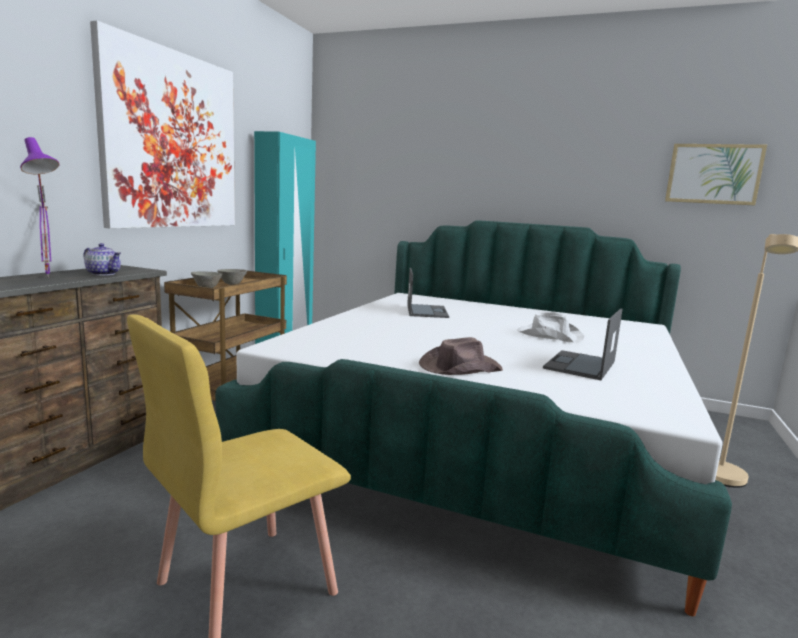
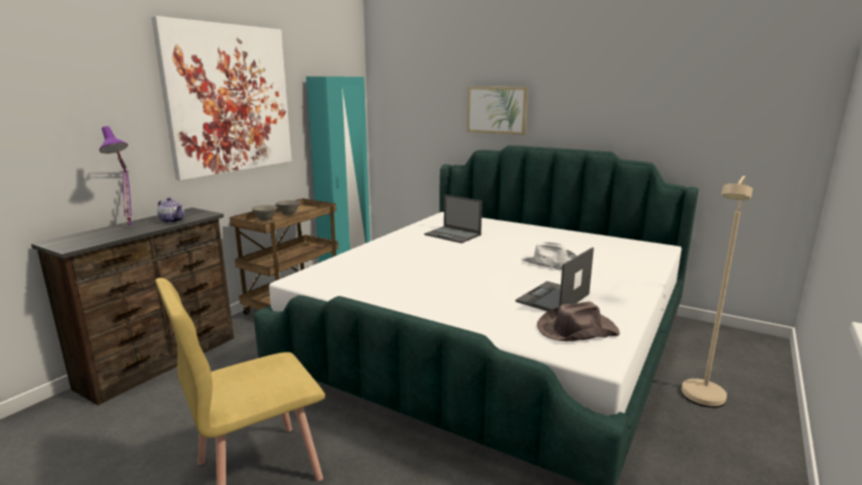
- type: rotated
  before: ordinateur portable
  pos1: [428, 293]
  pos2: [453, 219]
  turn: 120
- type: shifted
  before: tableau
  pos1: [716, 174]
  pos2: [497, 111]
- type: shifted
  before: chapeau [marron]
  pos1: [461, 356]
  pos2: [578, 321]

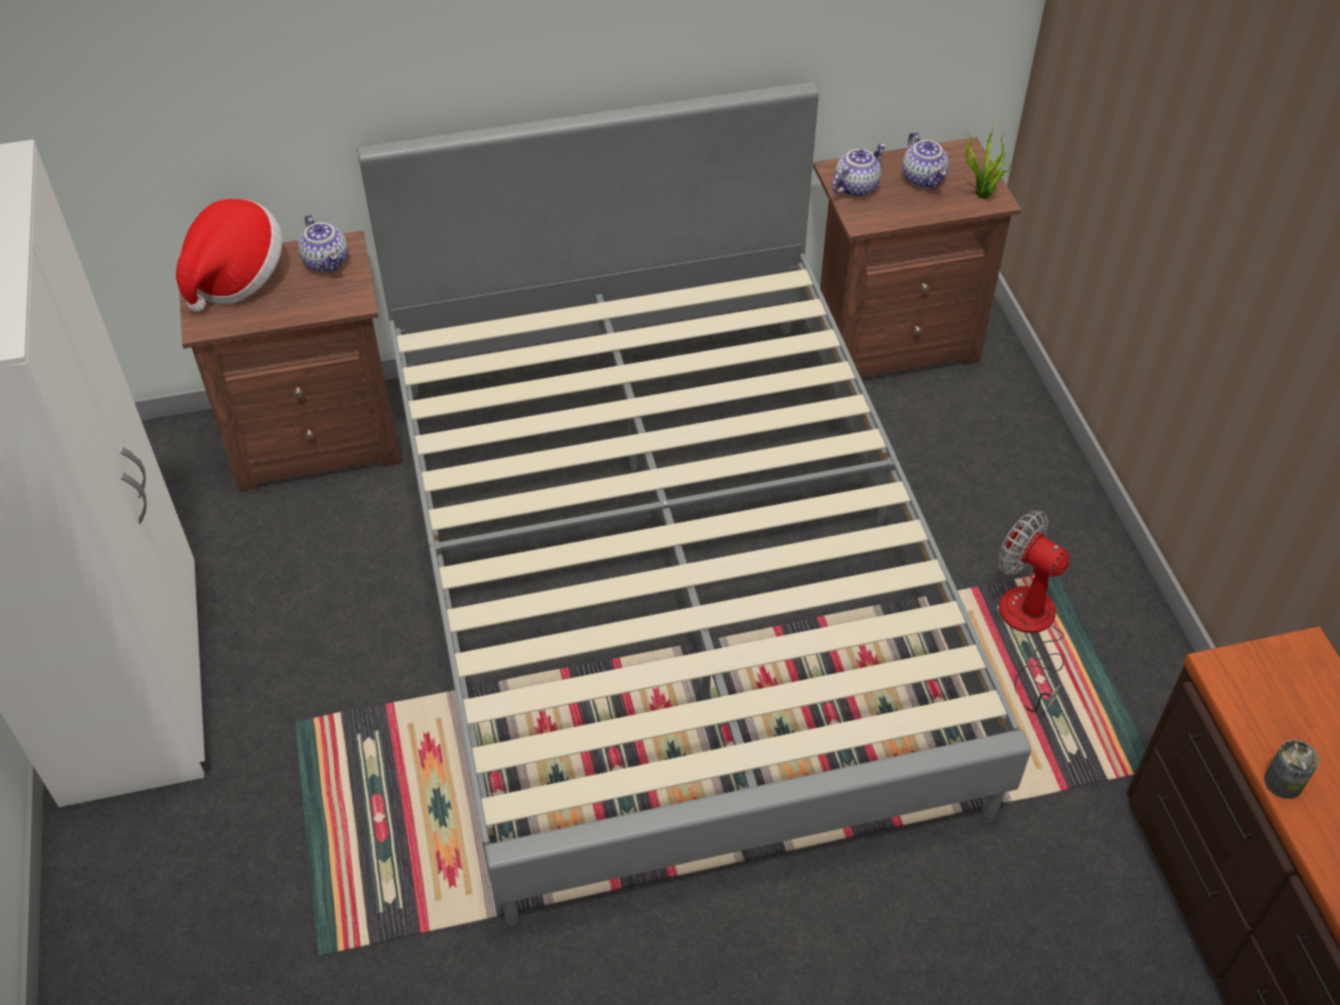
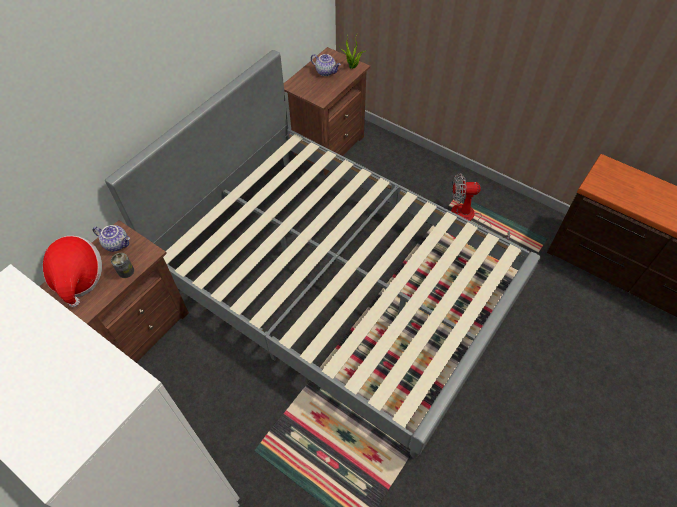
- type: shifted
  before: boîte métallique
  pos1: [1291, 769]
  pos2: [122, 265]
- type: gone
  before: théière
  pos1: [859, 170]

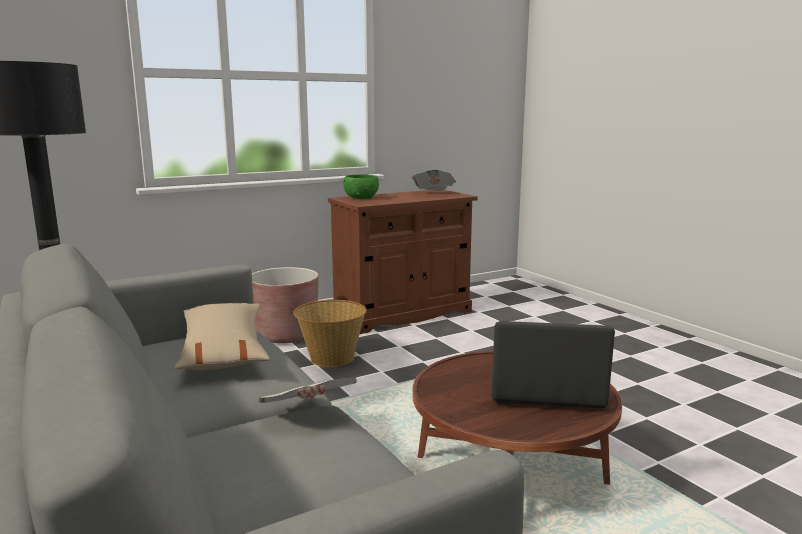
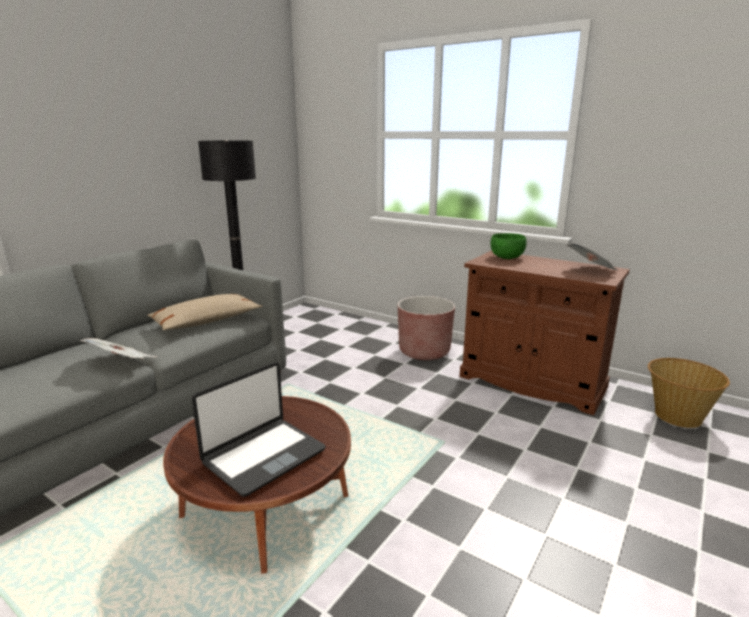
- type: rotated
  before: ordinateur portable
  pos1: [553, 364]
  pos2: [259, 429]
  turn: 60
- type: shifted
  before: panier
  pos1: [330, 333]
  pos2: [689, 393]

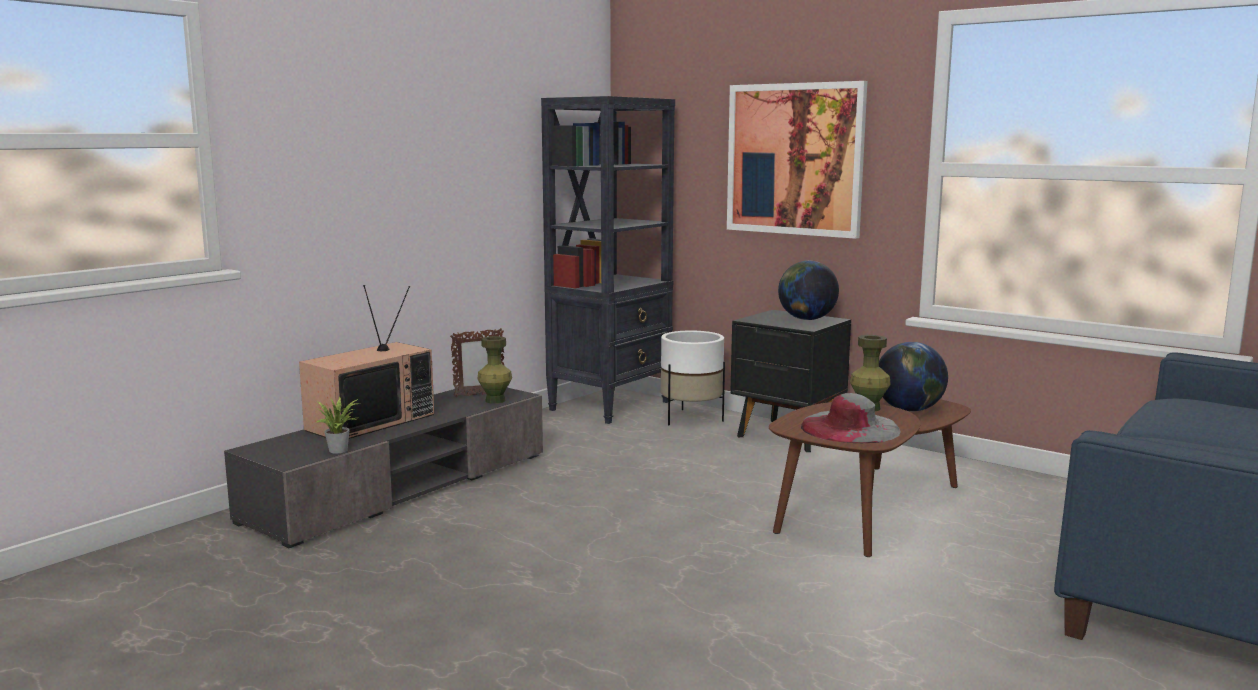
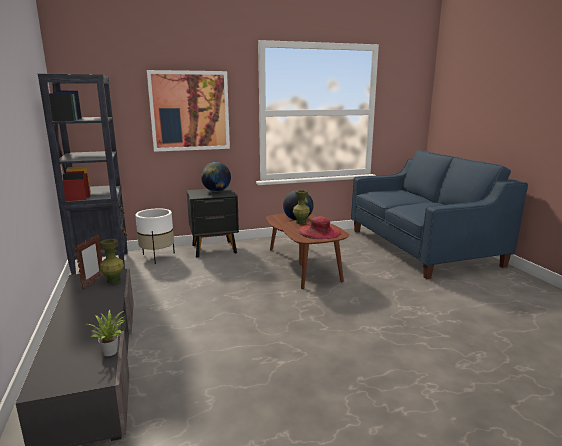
- type: repainted
  before: chapeau [gris]
  after: chapeau [rouge]
  pos1: [851, 418]
  pos2: [320, 227]
- type: gone
  before: téléviseur
  pos1: [366, 362]

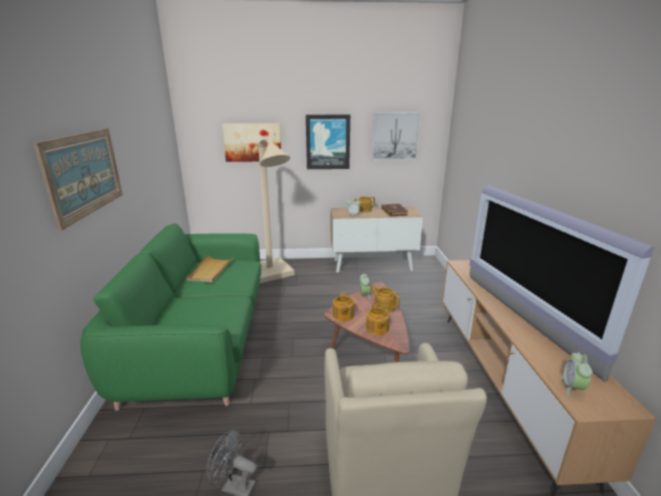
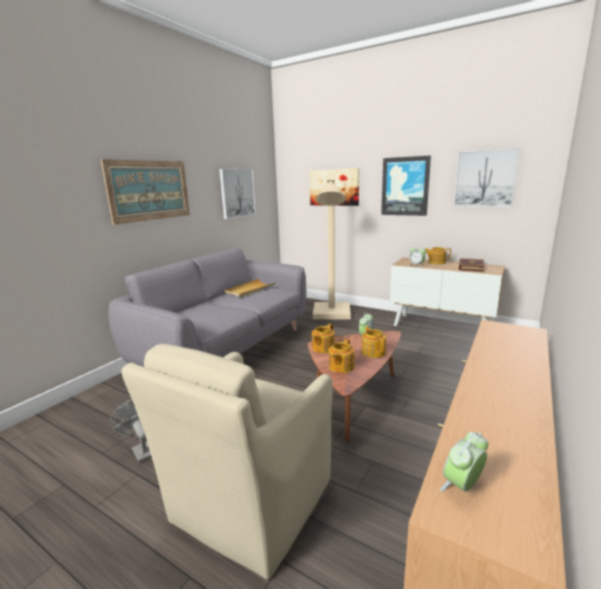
- type: repainted
  before: canapé [vert]
  after: canapé [gris]
  pos1: [170, 317]
  pos2: [207, 307]
- type: new
  after: tableau
  pos2: [237, 194]
- type: gone
  before: téléviseur
  pos1: [562, 283]

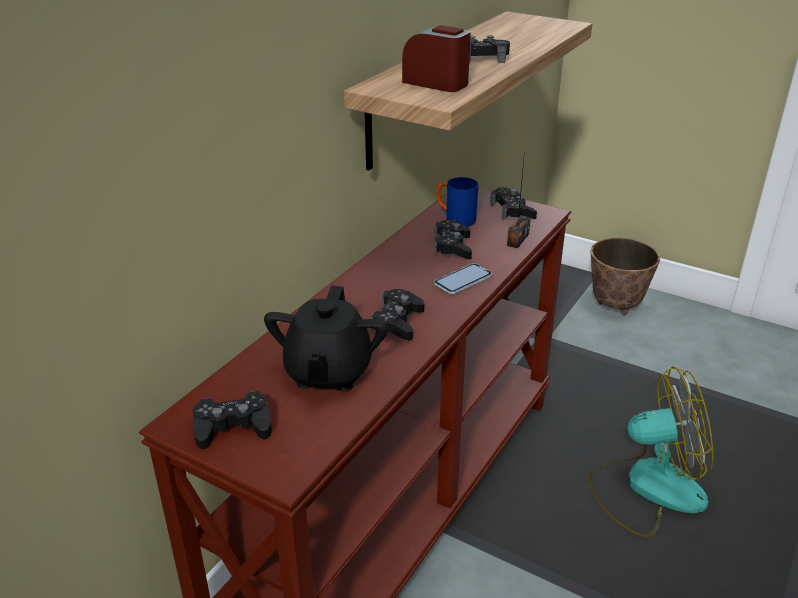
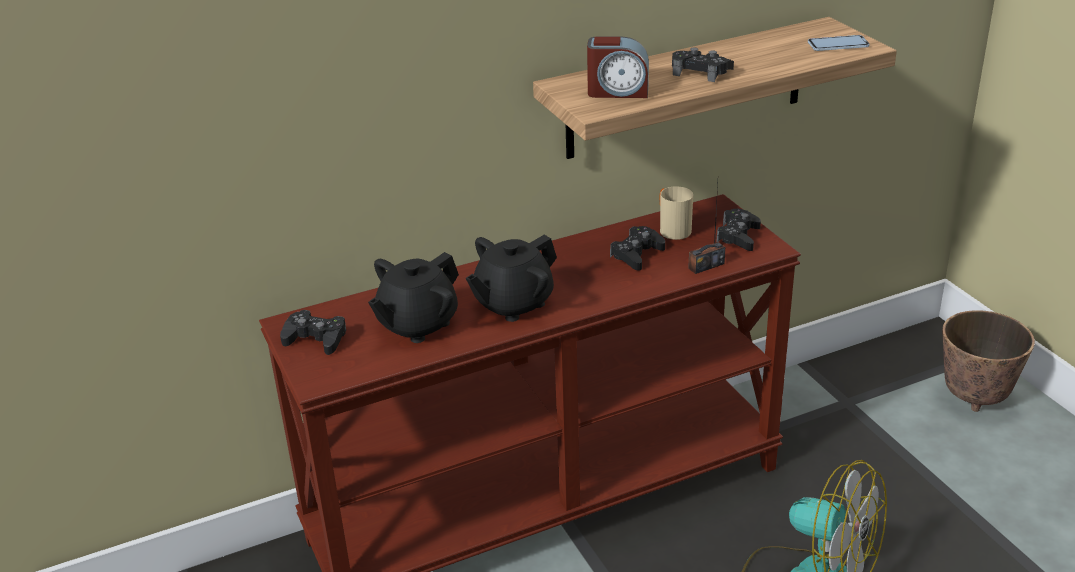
- type: swapped
  before: manette [noir]
  after: théière [noir]
  pos1: [397, 314]
  pos2: [511, 278]
- type: rotated
  before: réveil
  pos1: [436, 58]
  pos2: [618, 67]
  turn: 120
- type: repainted
  before: mug [bleu]
  after: mug [beige]
  pos1: [458, 202]
  pos2: [676, 213]
- type: shifted
  before: téléphone
  pos1: [463, 278]
  pos2: [839, 43]

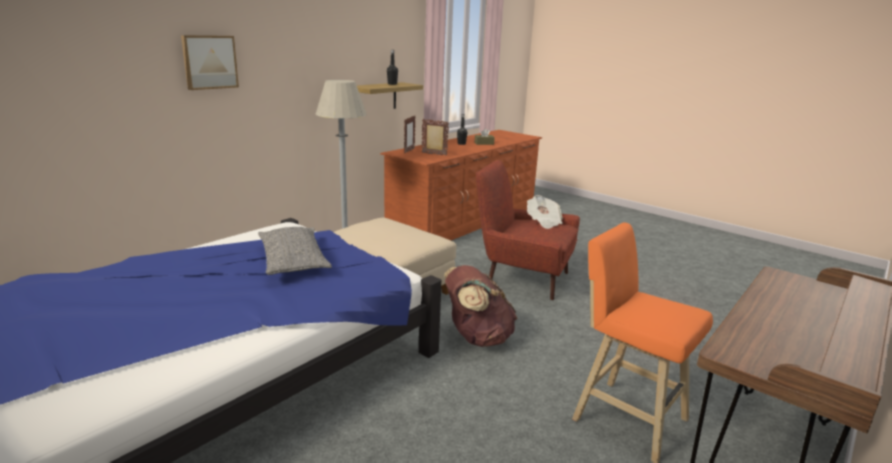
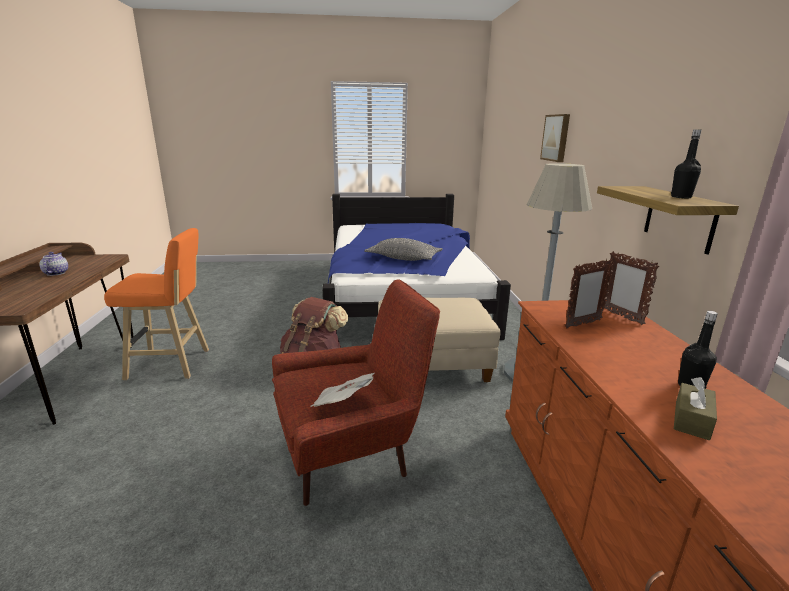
- type: new
  after: théière
  pos2: [53, 264]

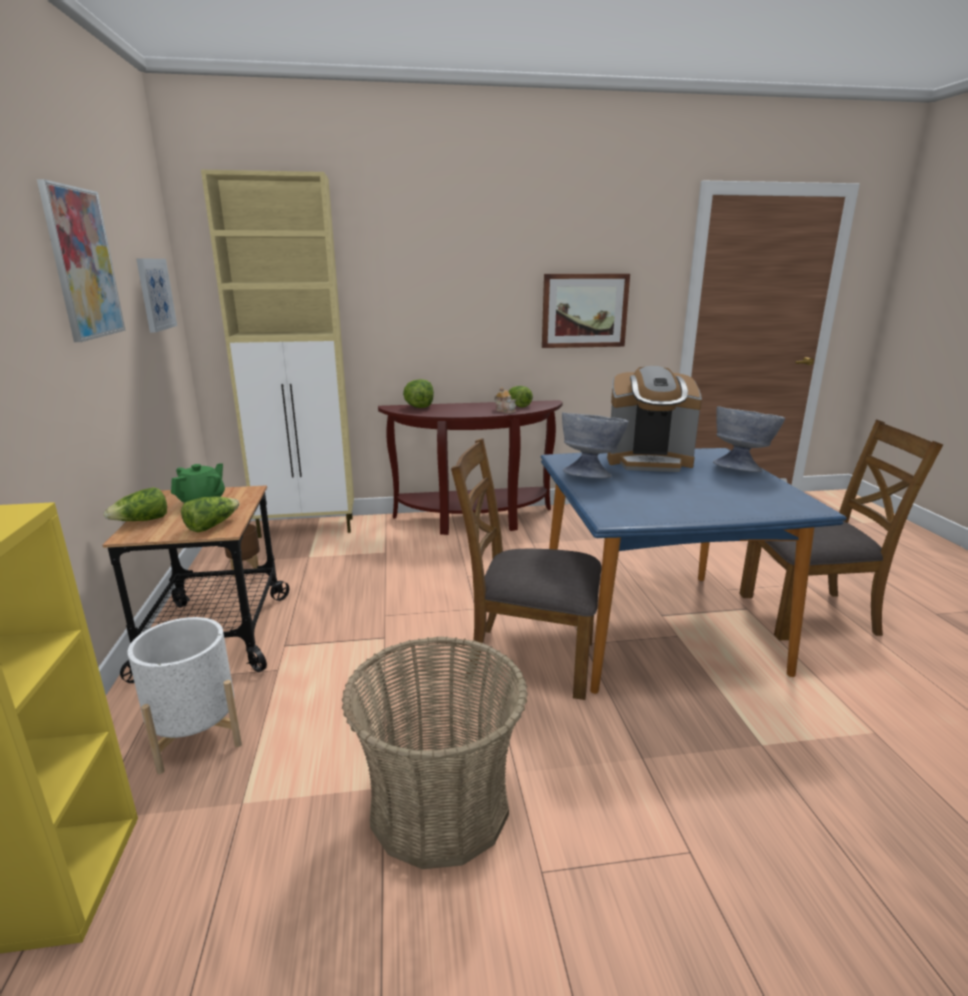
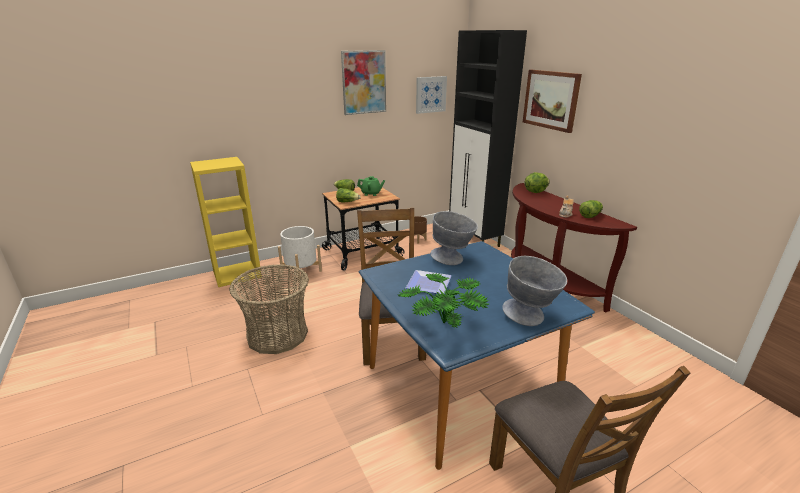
- type: new
  after: plante en pot
  pos2: [443, 300]
- type: new
  after: assiette
  pos2: [429, 282]
- type: repainted
  before: meuble de rangement [beige]
  after: meuble de rangement [noir]
  pos1: [277, 354]
  pos2: [488, 138]
- type: shifted
  before: tableau
  pos1: [586, 311]
  pos2: [552, 101]
- type: gone
  before: machine à café
  pos1: [654, 419]

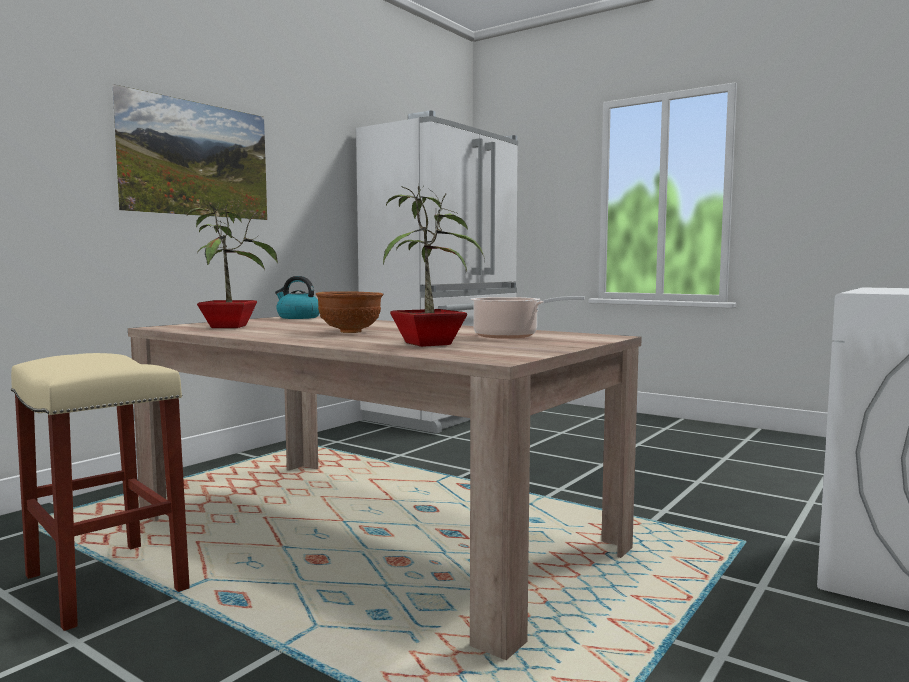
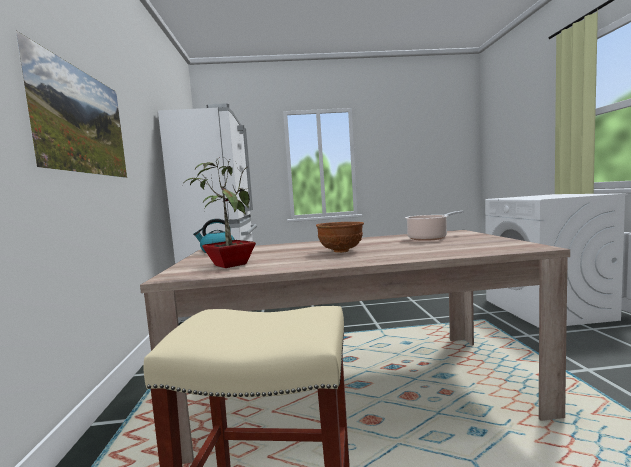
- type: gone
  before: plante en pot
  pos1: [434, 266]

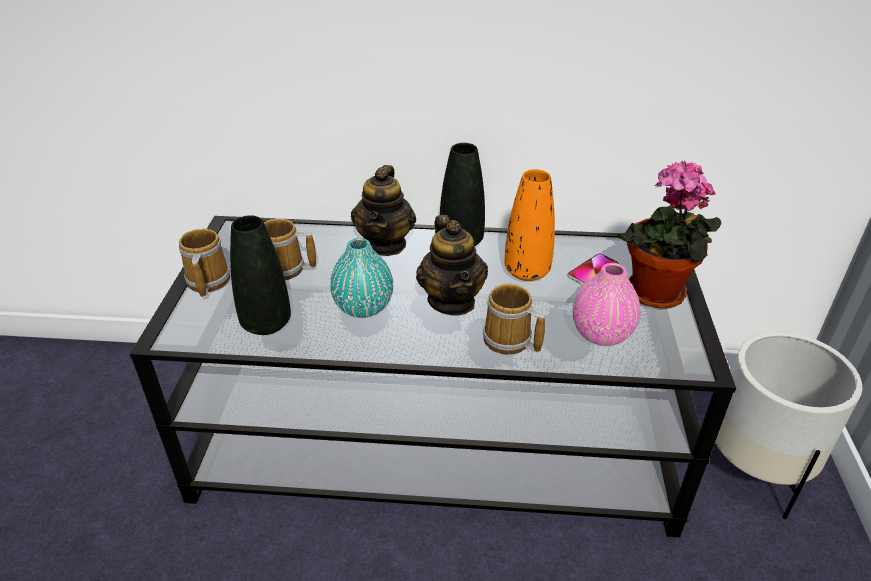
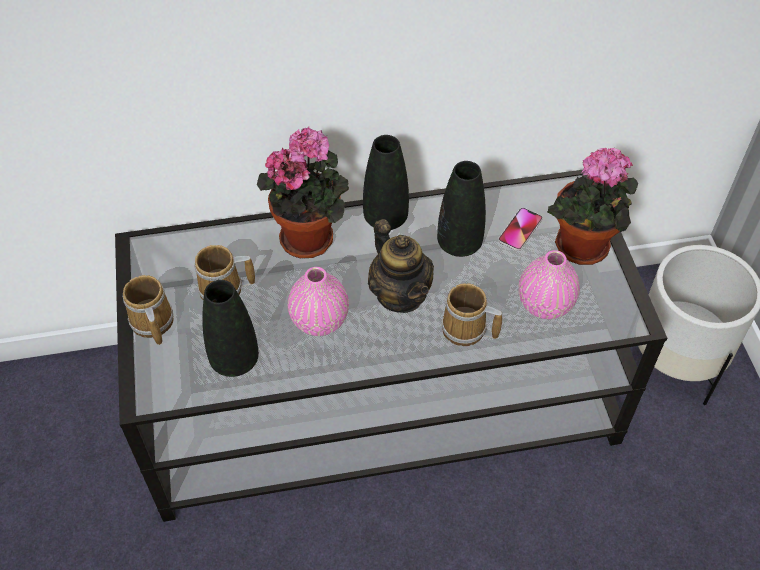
- type: swapped
  before: théière
  after: plante en pot
  pos1: [383, 210]
  pos2: [303, 192]
- type: repainted
  before: vase [turquoise]
  after: vase [rose]
  pos1: [361, 278]
  pos2: [318, 301]
- type: repainted
  before: vase [orange]
  after: vase [noir]
  pos1: [530, 225]
  pos2: [461, 209]

